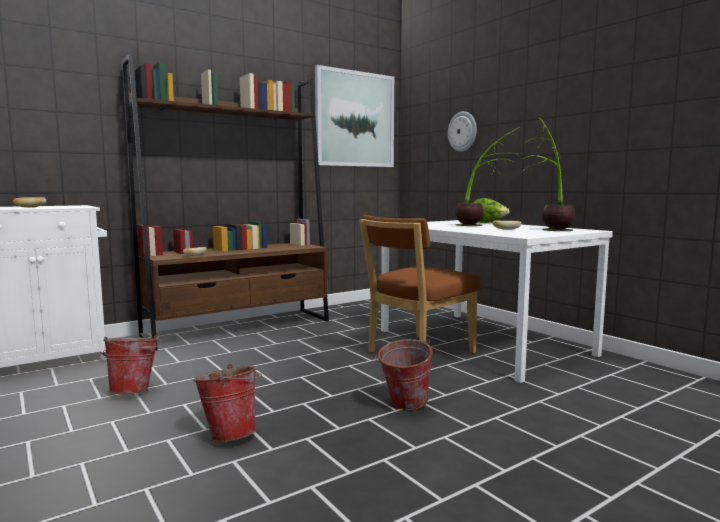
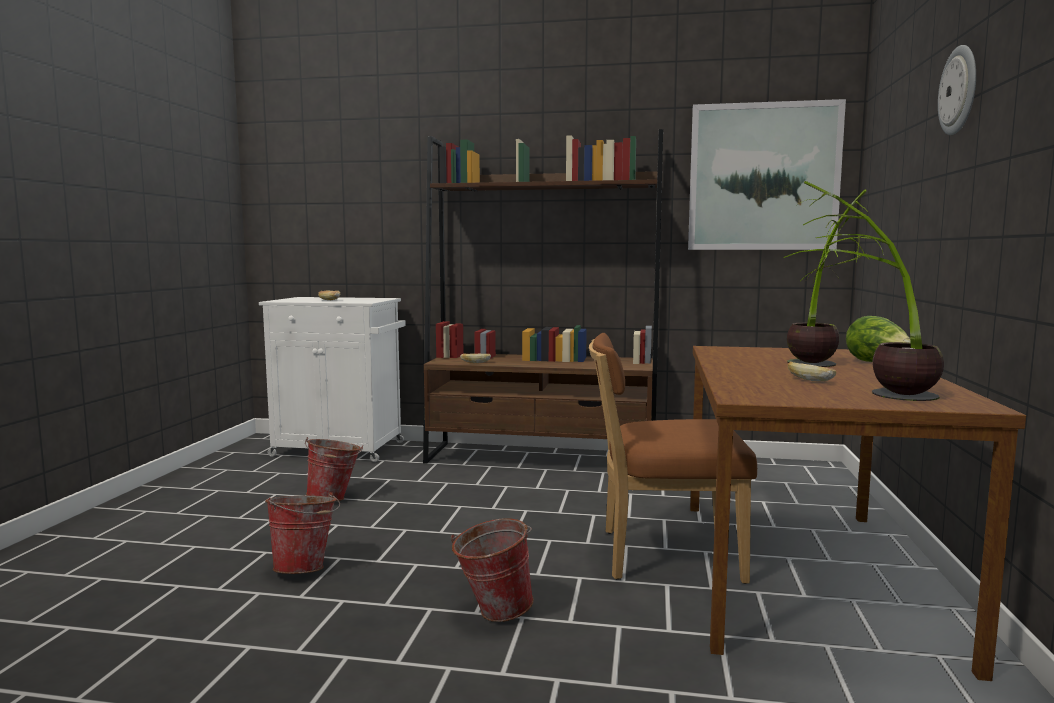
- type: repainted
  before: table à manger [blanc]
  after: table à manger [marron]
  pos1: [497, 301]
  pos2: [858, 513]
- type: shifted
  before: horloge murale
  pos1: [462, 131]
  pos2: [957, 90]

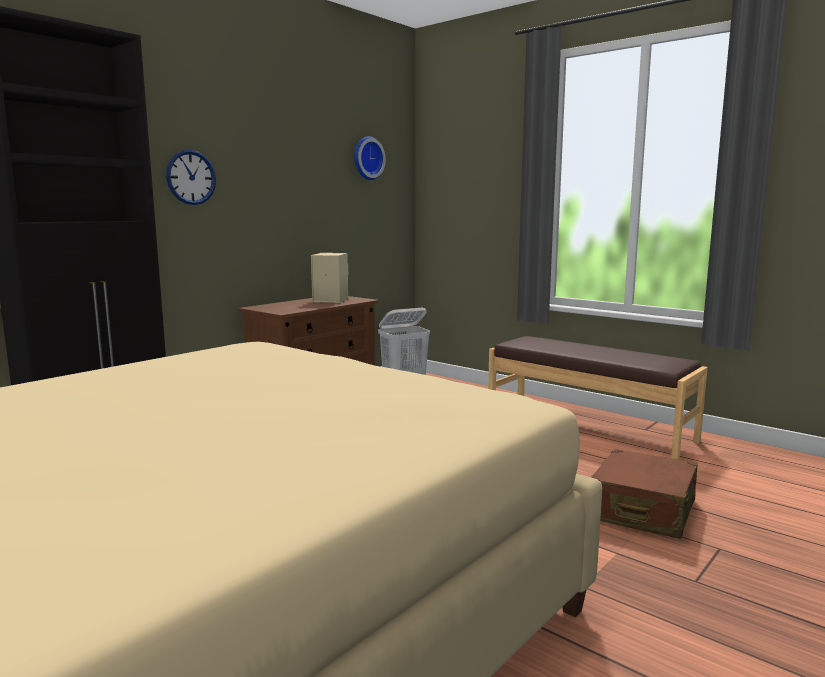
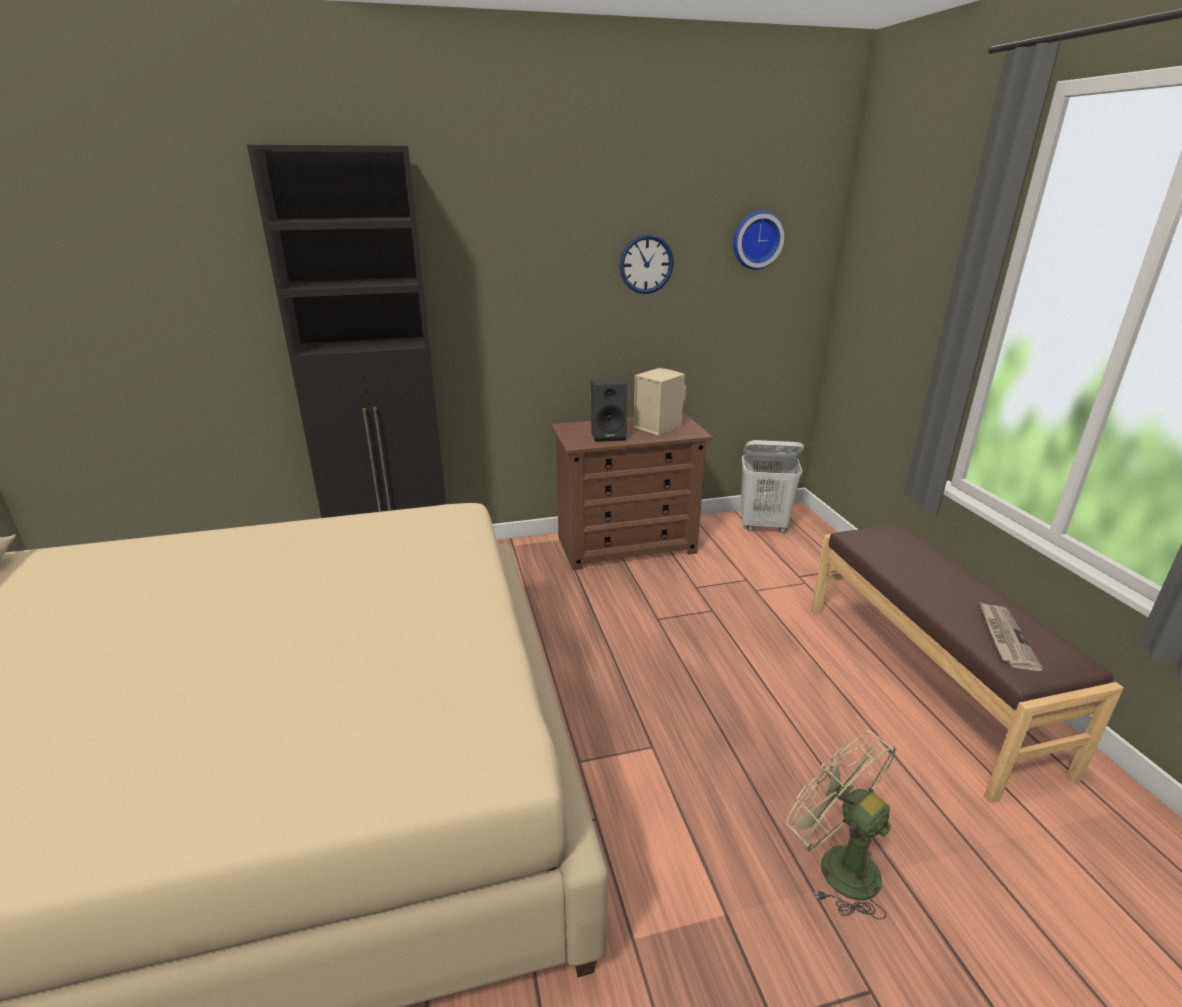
- type: new
  after: enceinte [noir]
  pos2: [609, 411]
- type: shifted
  before: horloge murale
  pos1: [191, 177]
  pos2: [646, 264]
- type: swapped
  before: valise [marron]
  after: ventilateur [vert]
  pos1: [644, 494]
  pos2: [841, 825]
- type: new
  after: journal
  pos2: [1011, 636]

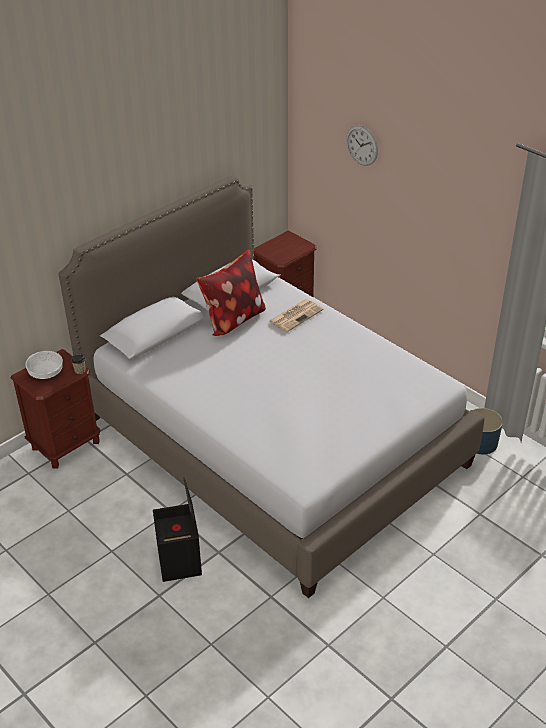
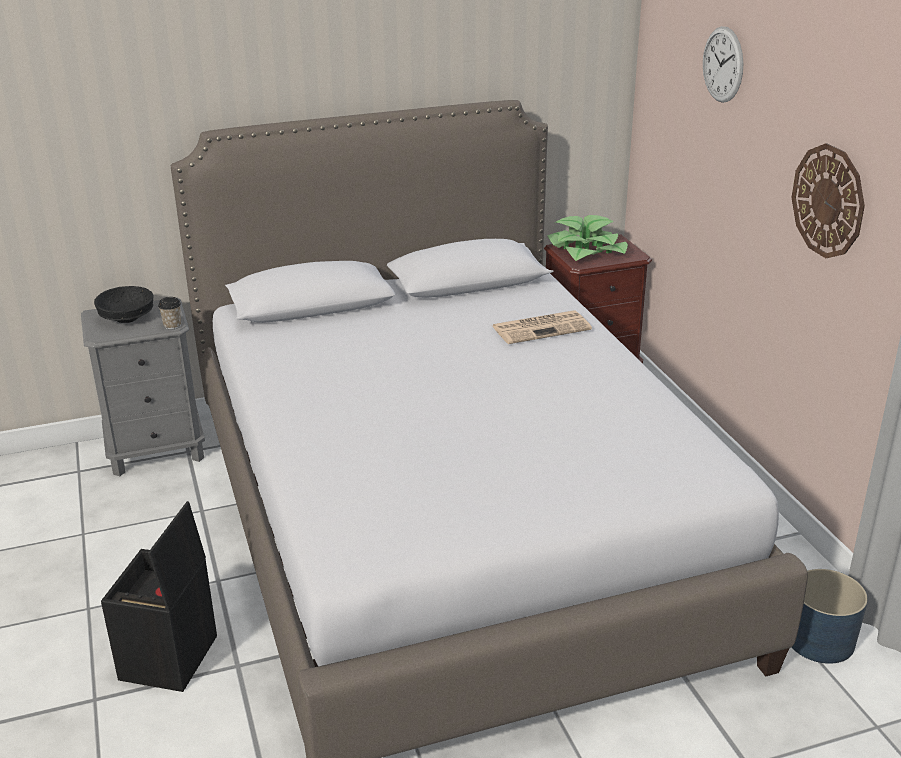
- type: repainted
  before: table de chevet [marron]
  after: table de chevet [gris]
  pos1: [55, 409]
  pos2: [143, 386]
- type: repainted
  before: bol [blanc]
  after: bol [noir]
  pos1: [44, 365]
  pos2: [124, 304]
- type: new
  after: plante en pot
  pos2: [587, 238]
- type: new
  after: horloge murale
  pos2: [828, 200]
- type: gone
  before: coussin
  pos1: [231, 292]

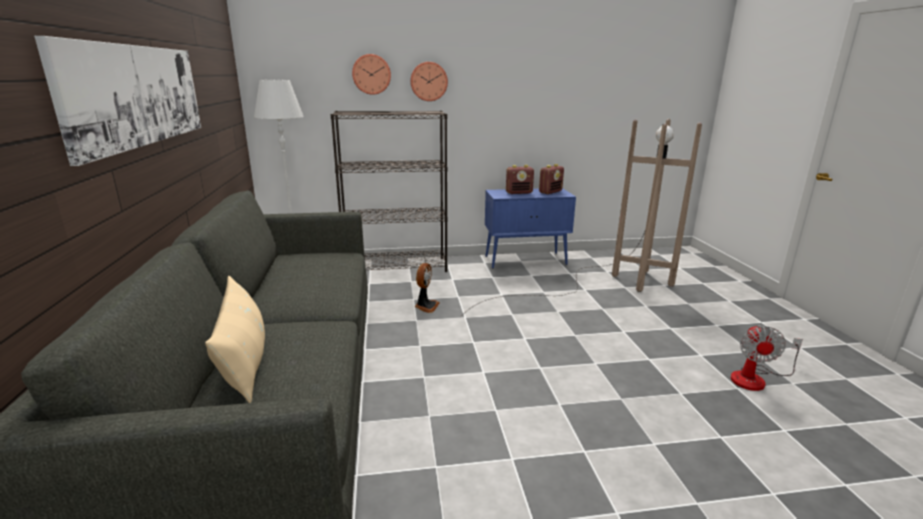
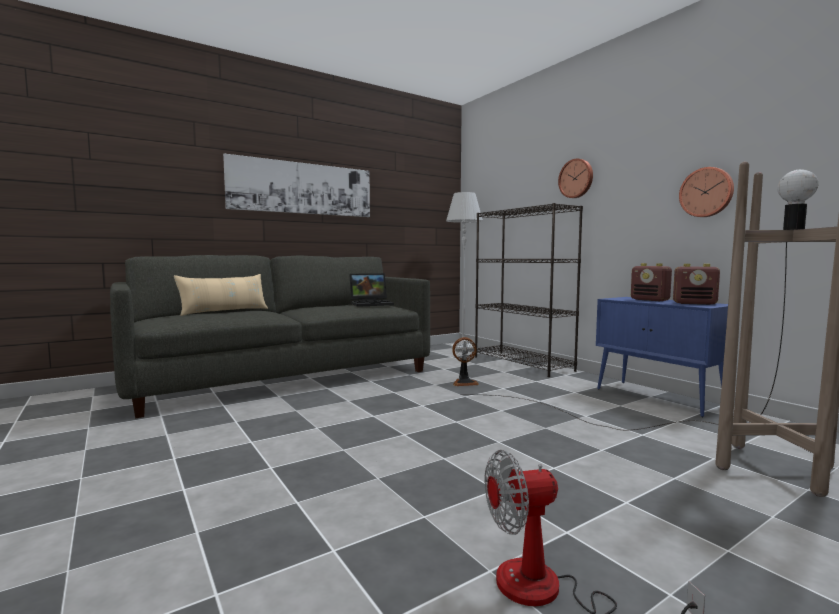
- type: new
  after: ordinateur portable
  pos2: [371, 290]
- type: shifted
  before: horloge murale
  pos1: [371, 74]
  pos2: [706, 192]

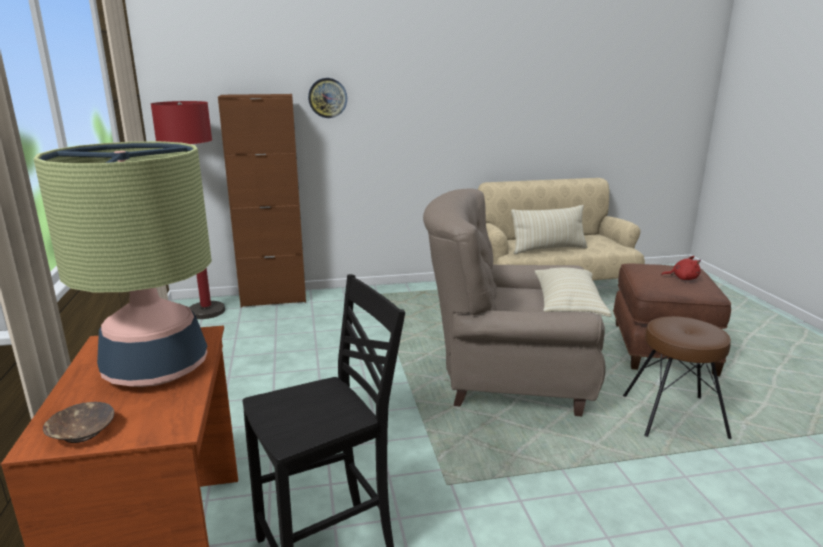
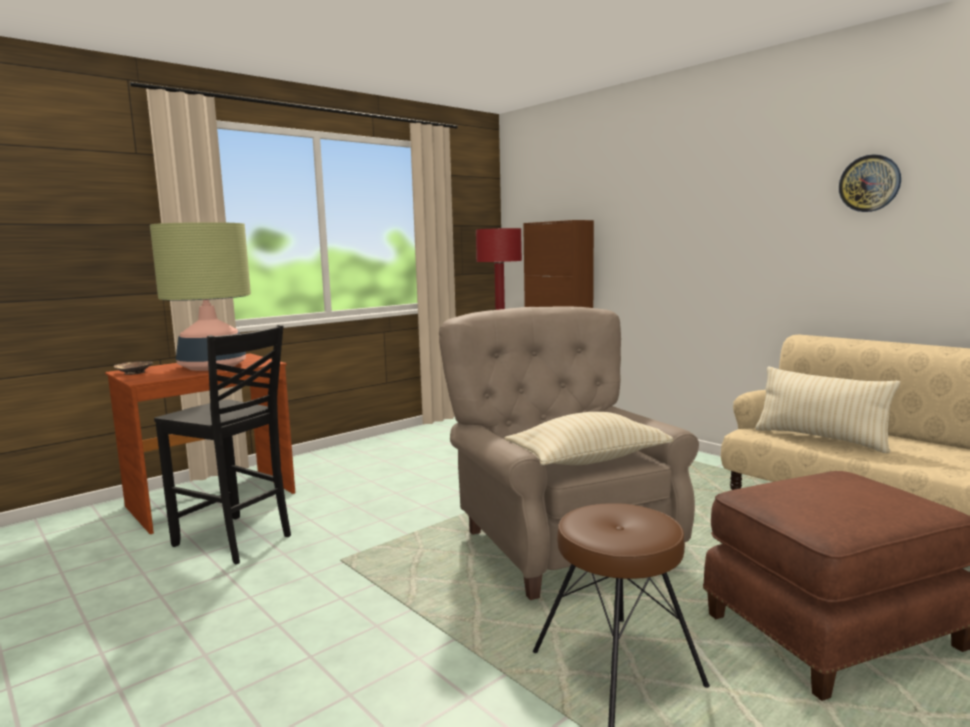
- type: shifted
  before: horloge murale
  pos1: [327, 98]
  pos2: [870, 183]
- type: gone
  before: peluche [rouge]
  pos1: [681, 268]

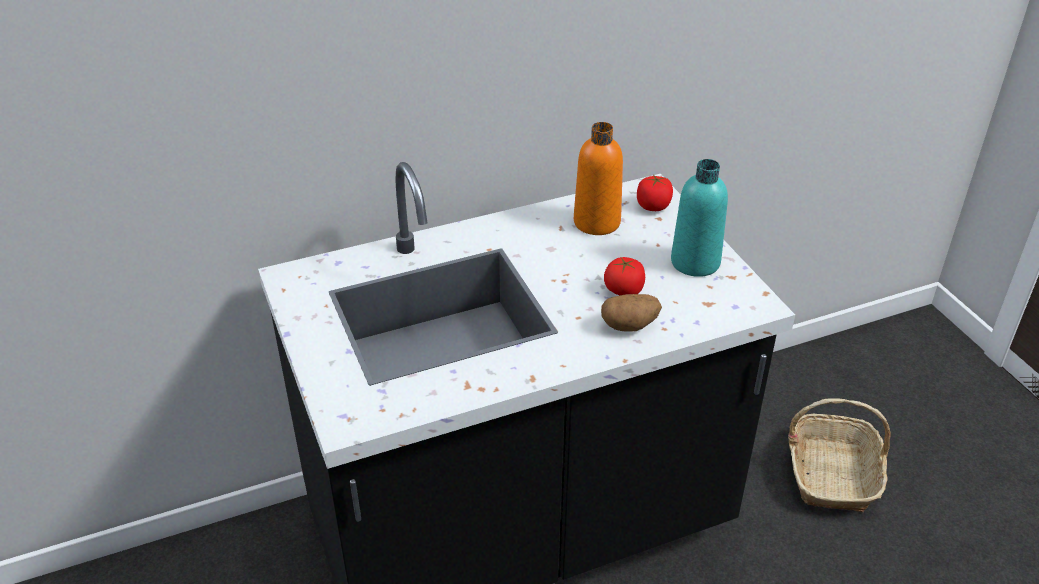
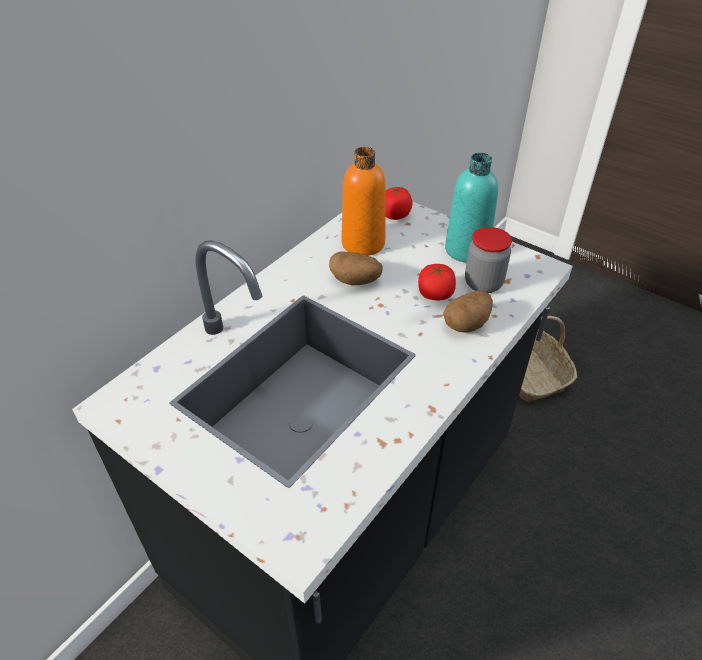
- type: new
  after: pomme de terre
  pos2: [356, 269]
- type: new
  after: bocal
  pos2: [488, 260]

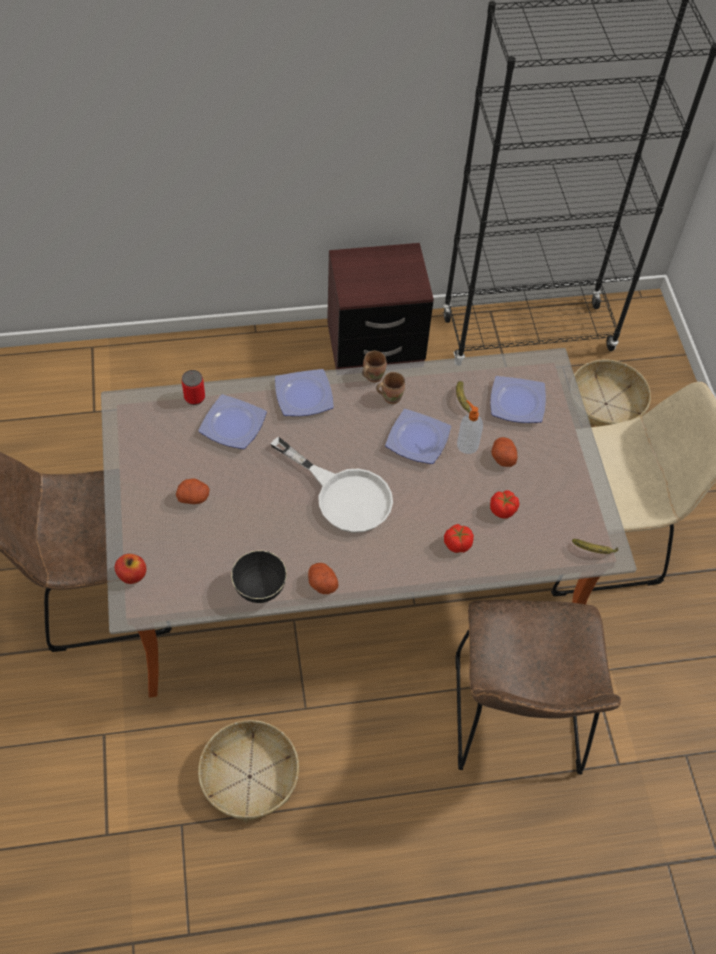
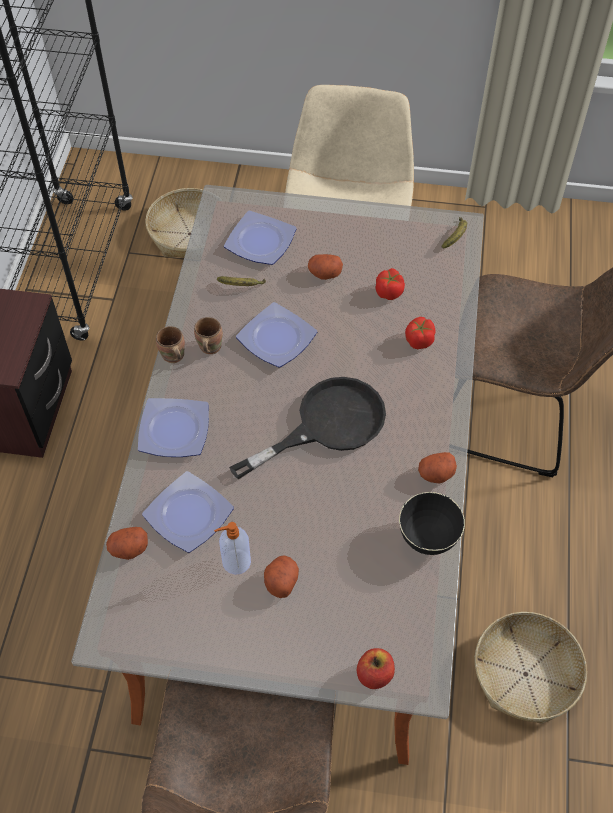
- type: swapped
  before: boîte métallique
  after: pomme de terre
  pos1: [193, 387]
  pos2: [127, 543]
- type: shifted
  before: distributeur de savon
  pos1: [470, 427]
  pos2: [232, 548]
- type: repainted
  before: poêle [blanc]
  after: poêle [noir]
  pos1: [332, 485]
  pos2: [307, 428]

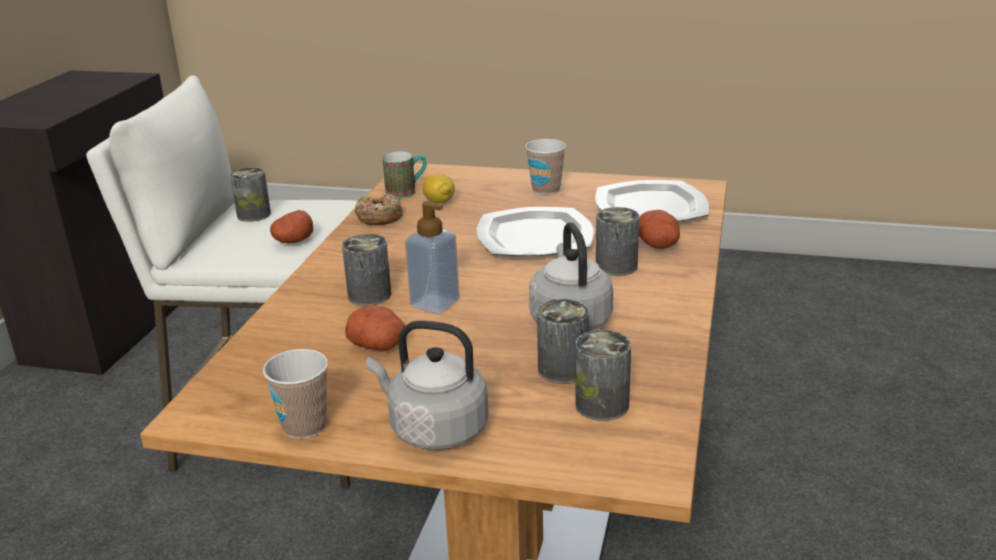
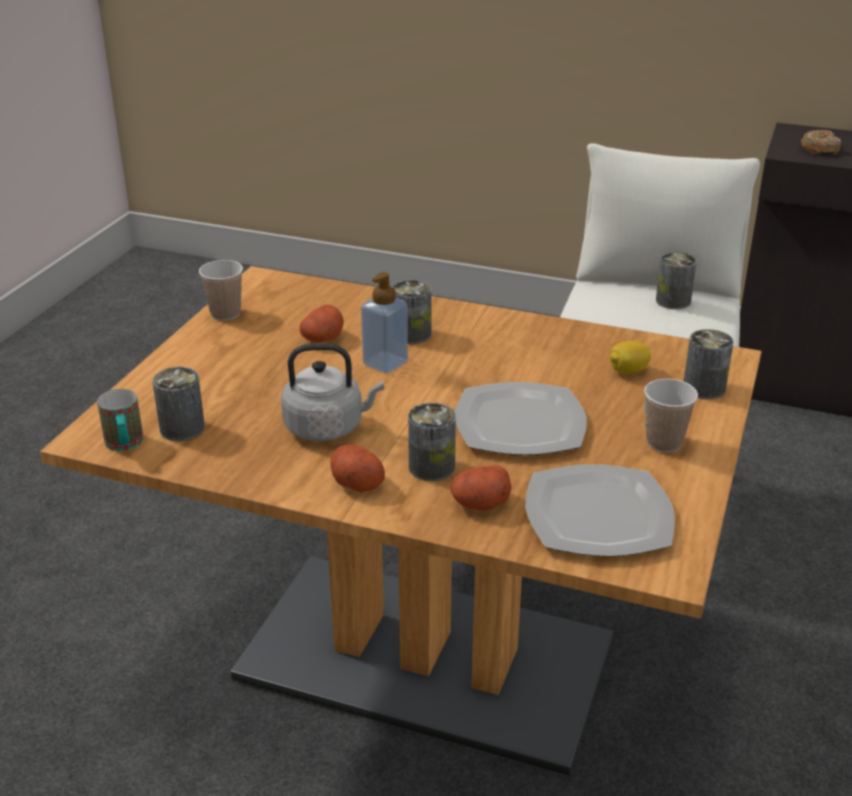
- type: shifted
  before: mug
  pos1: [404, 175]
  pos2: [120, 420]
- type: shifted
  before: pomme de terre
  pos1: [291, 226]
  pos2: [357, 468]
- type: shifted
  before: boîte métallique
  pos1: [563, 341]
  pos2: [709, 364]
- type: shifted
  before: beignet
  pos1: [379, 209]
  pos2: [821, 142]
- type: gone
  before: bouilloire [gris]
  pos1: [427, 385]

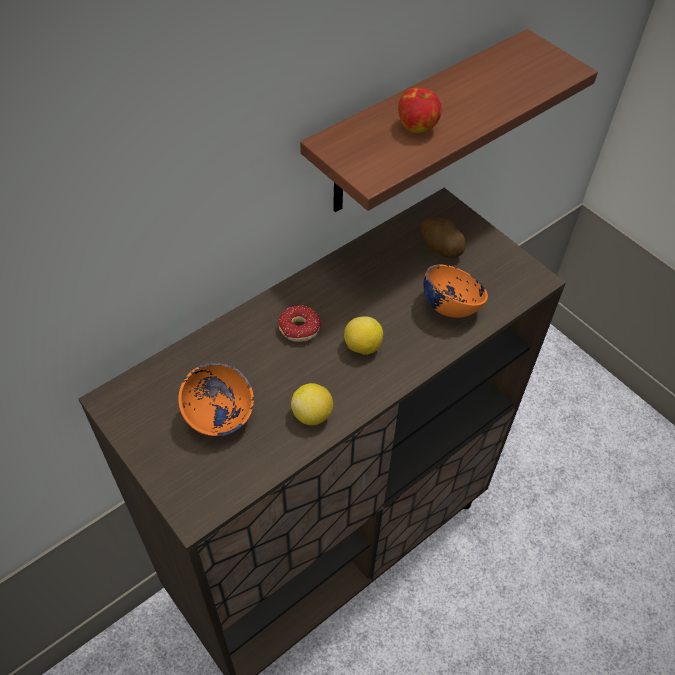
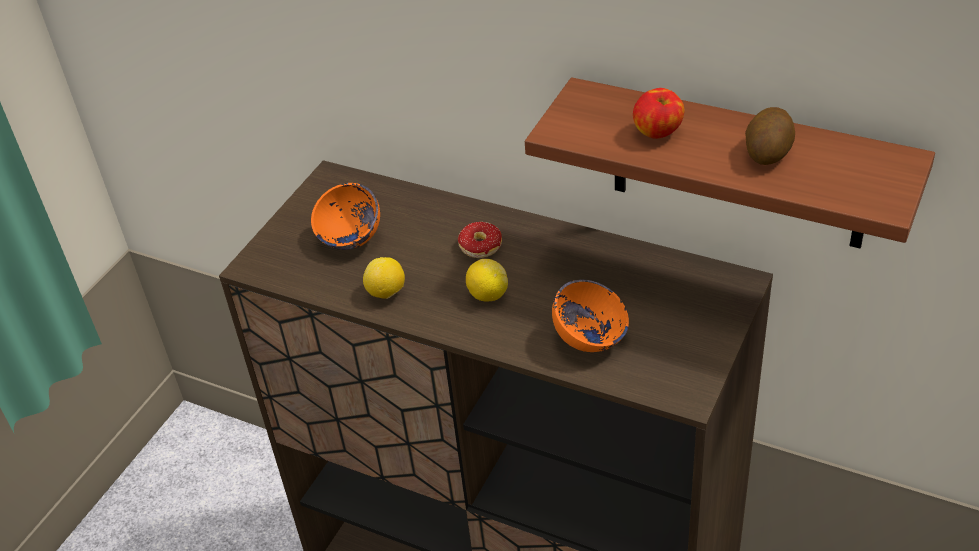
- type: shifted
  before: pomme de terre
  pos1: [443, 237]
  pos2: [770, 136]

